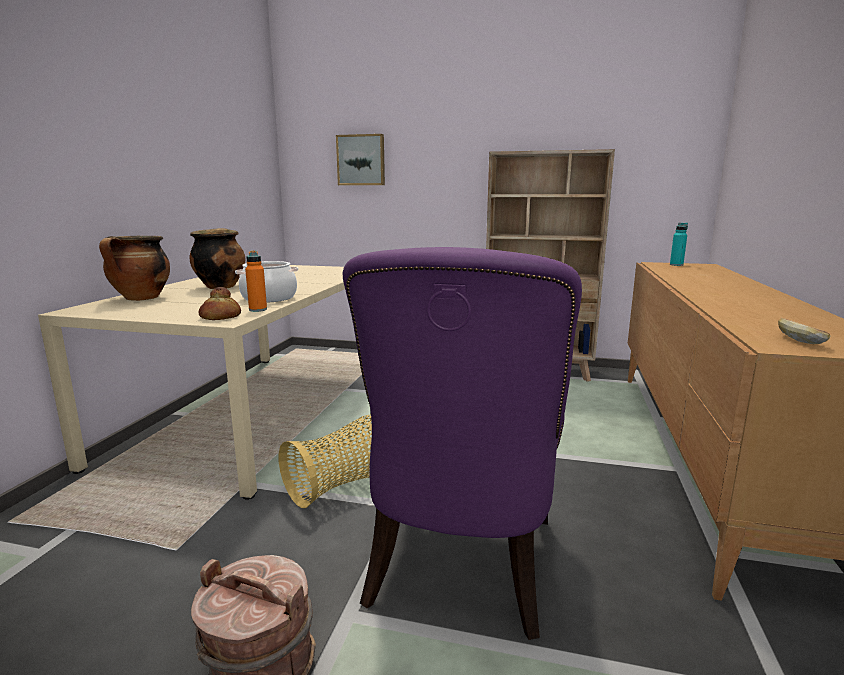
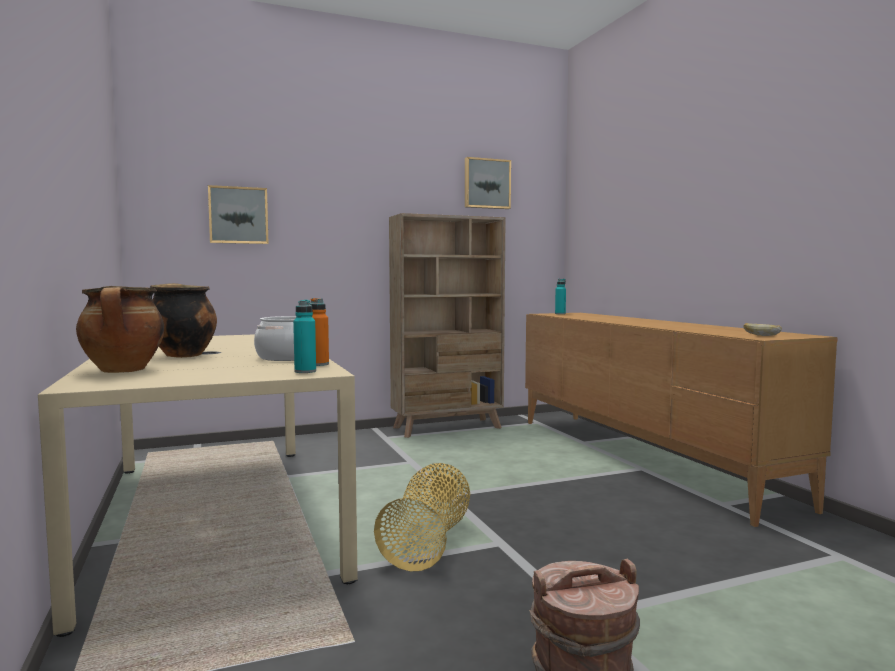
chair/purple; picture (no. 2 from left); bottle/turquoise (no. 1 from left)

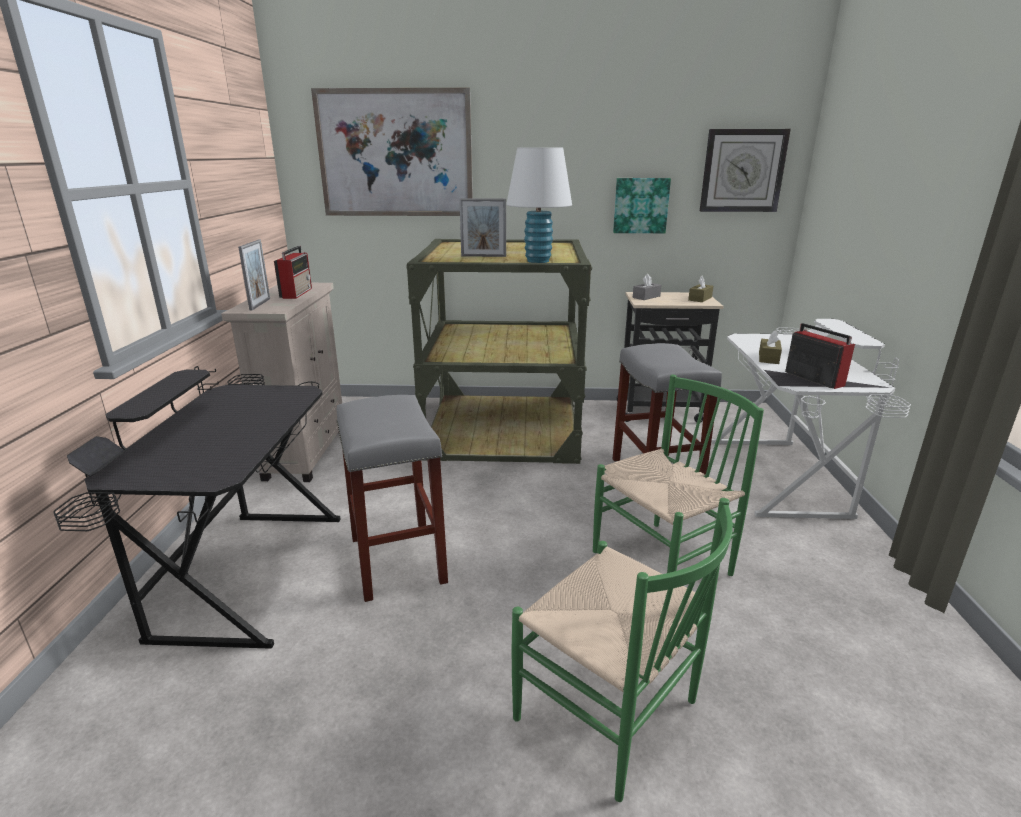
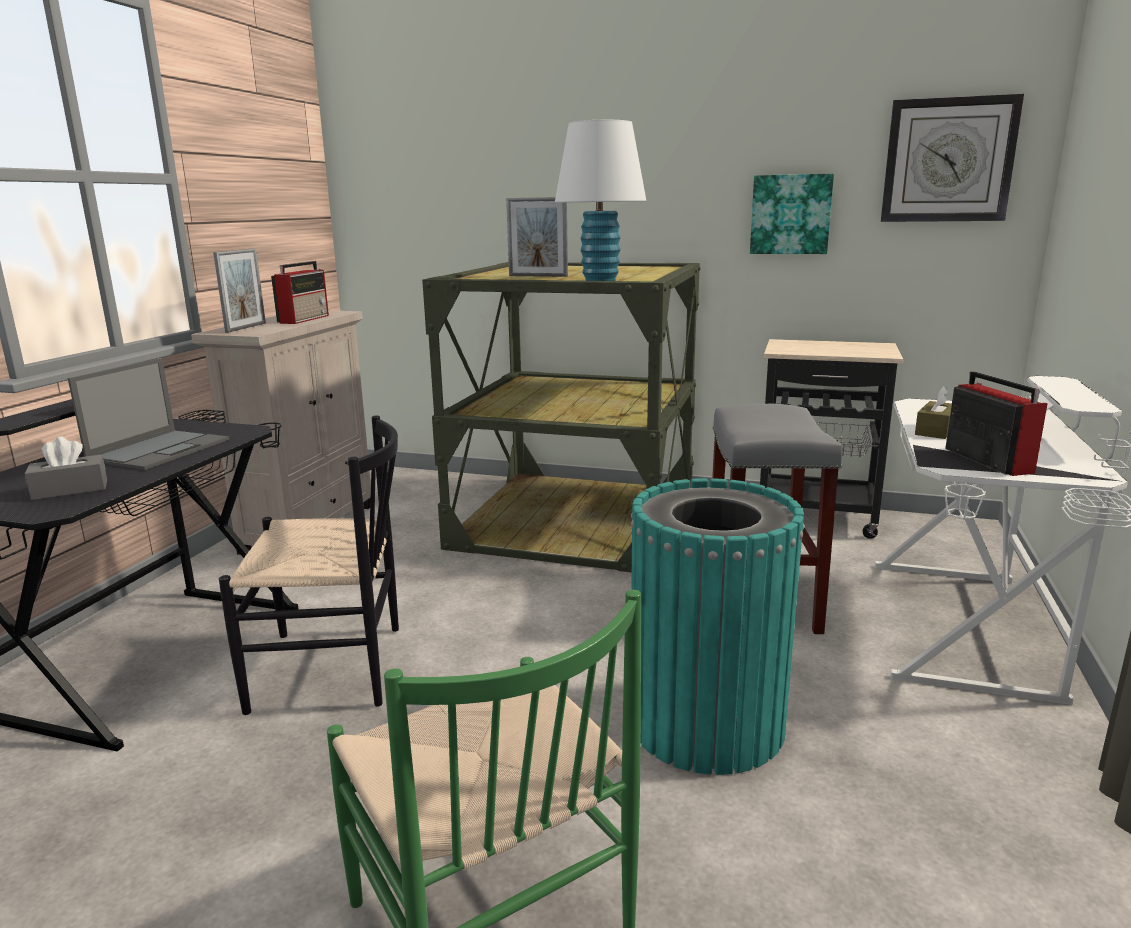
picture (no. 1 from left in the first image); tissue box/brown (no. 1 from left in the first image); laptop; tissue box/grey; chair/black; trash can/turquoise

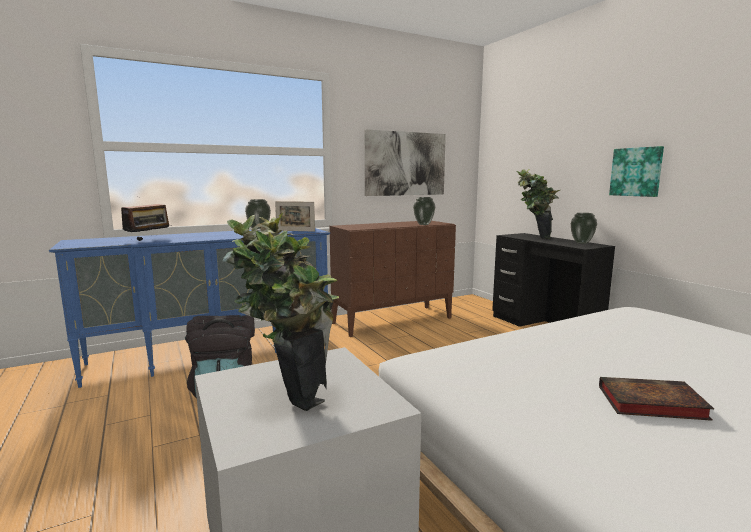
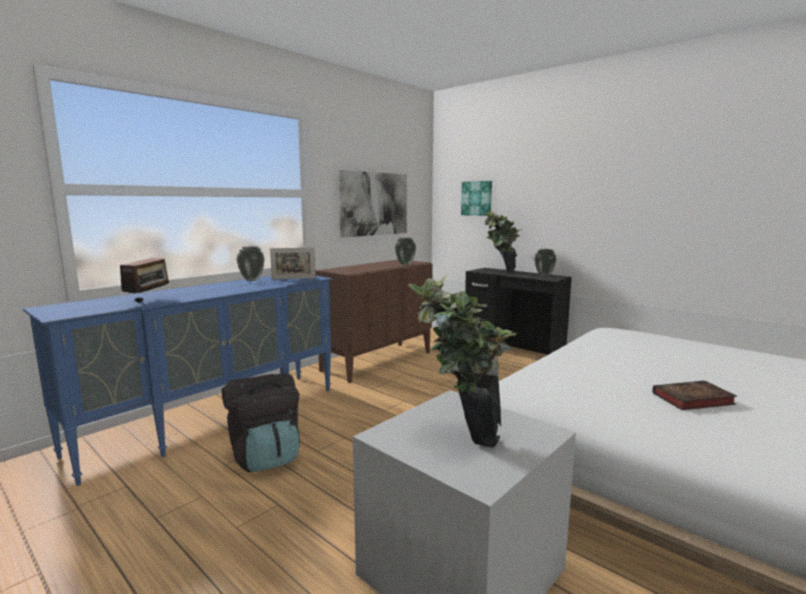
picture (no. 2 from left)

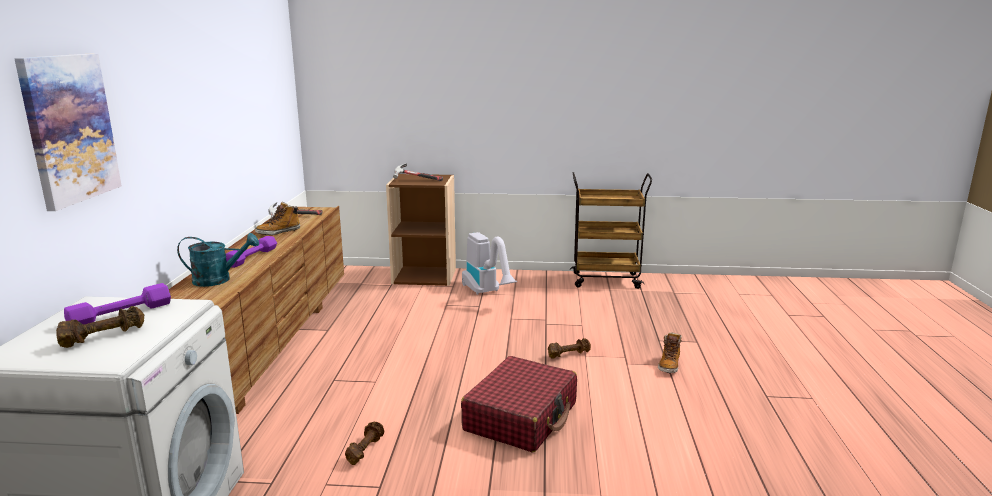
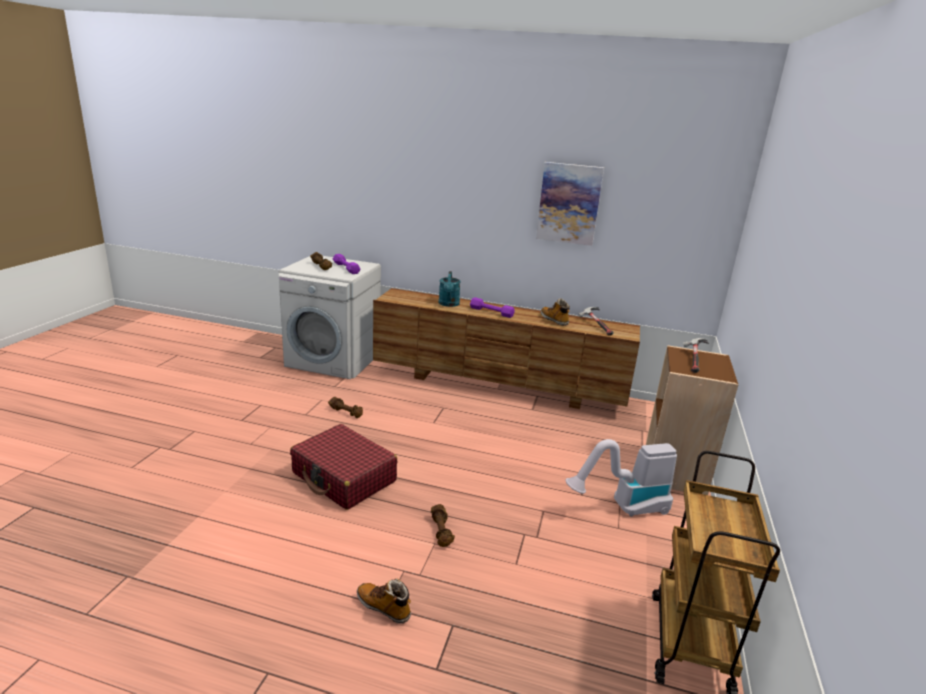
picture

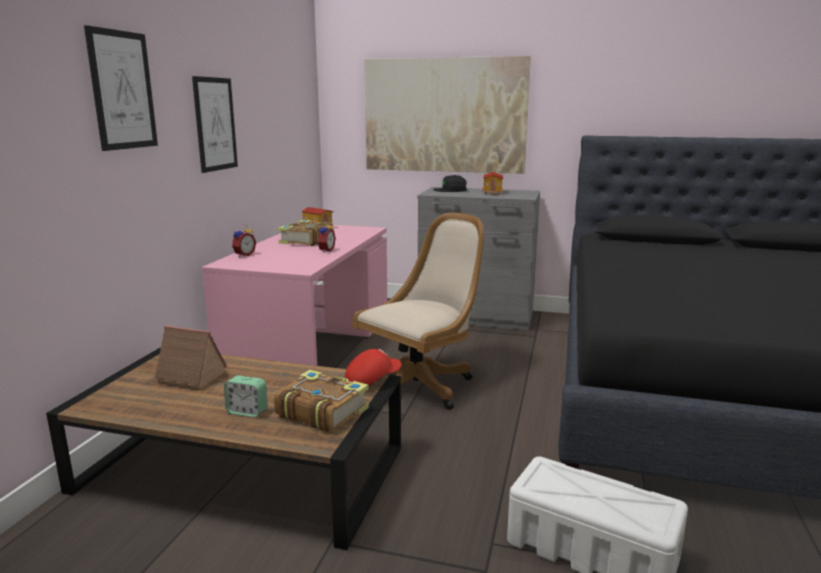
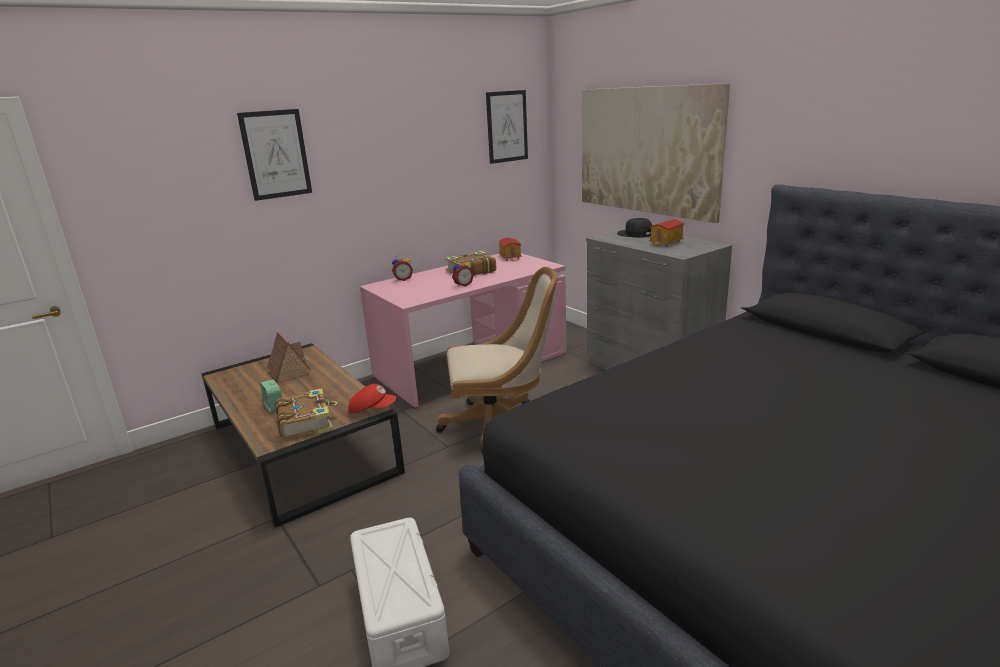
picture (no. 2 from left)

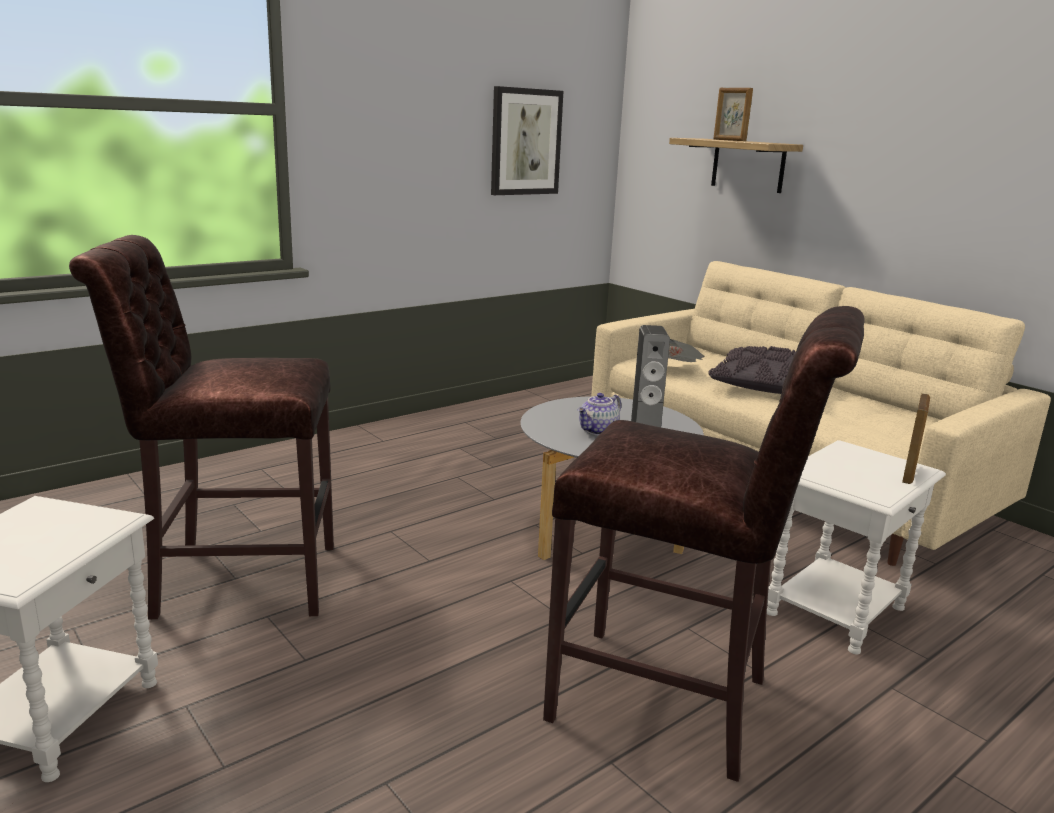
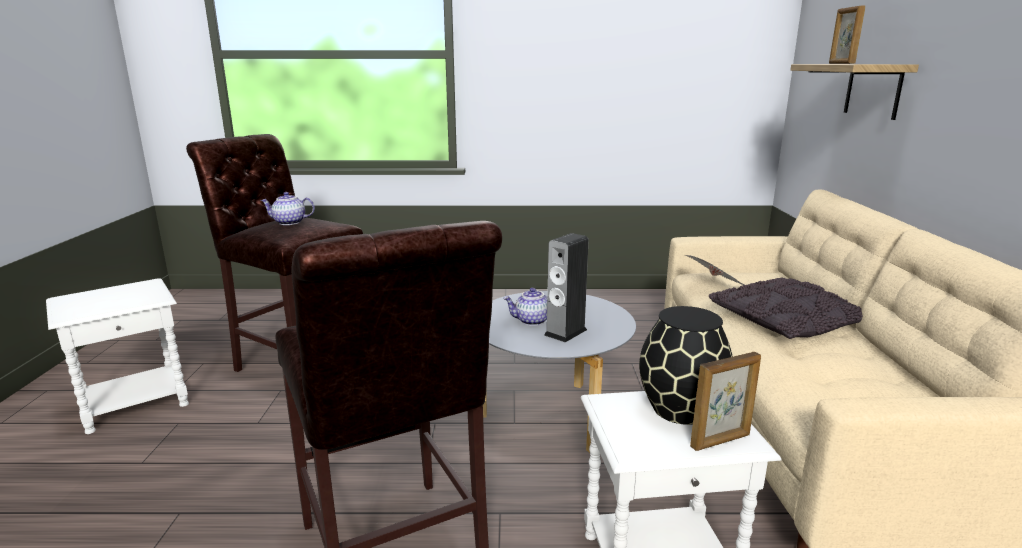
picture; teapot (no. 1 from left); vase/black

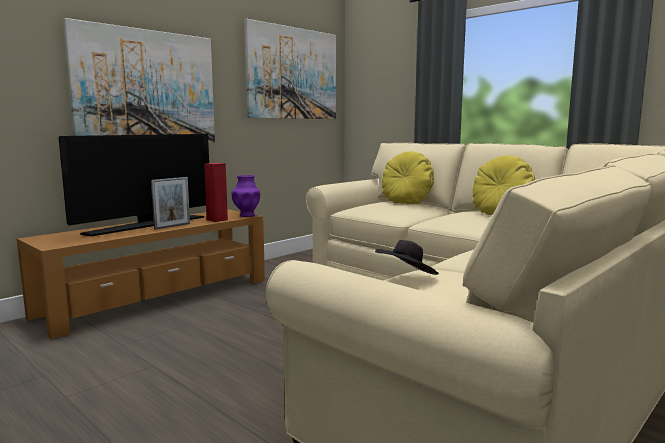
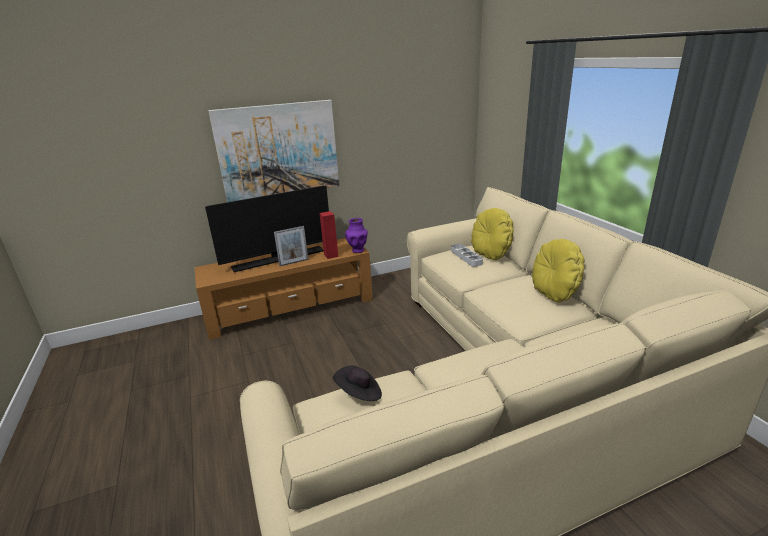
picture (no. 2 from left in the first image); tray/grey

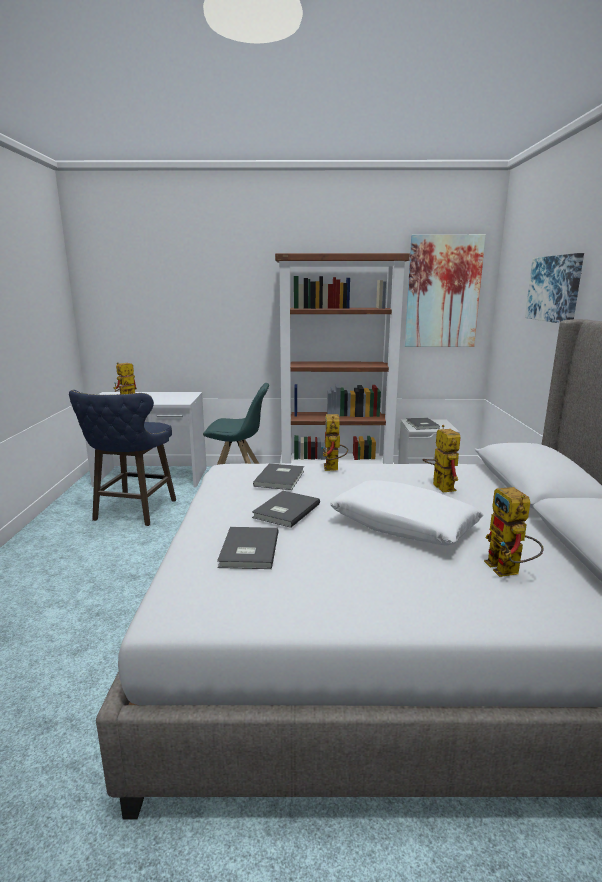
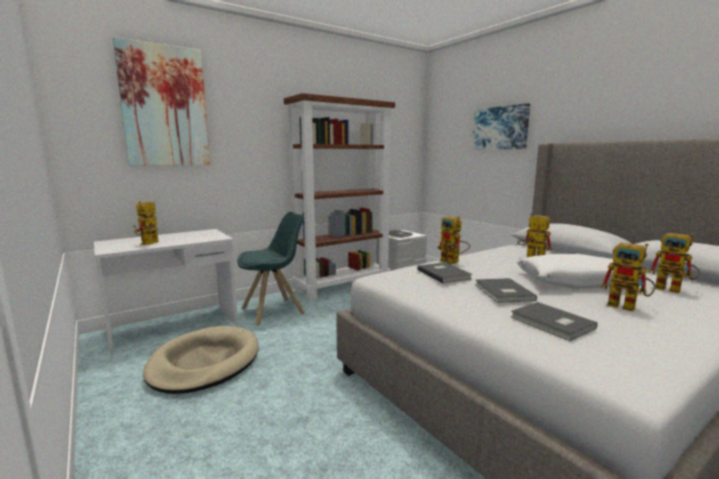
toy robot (no. 4 from left); picture (no. 1 from left); dog bed/beige

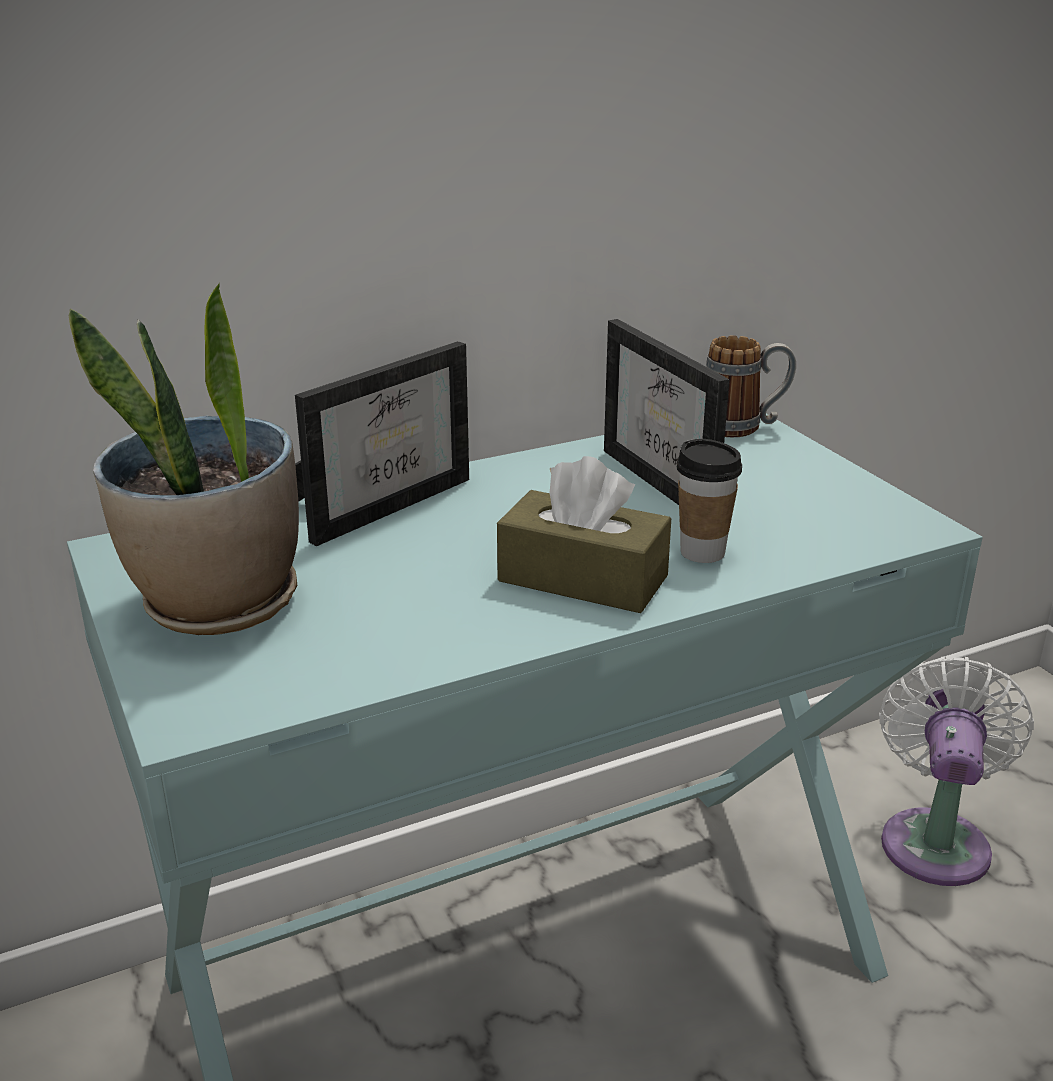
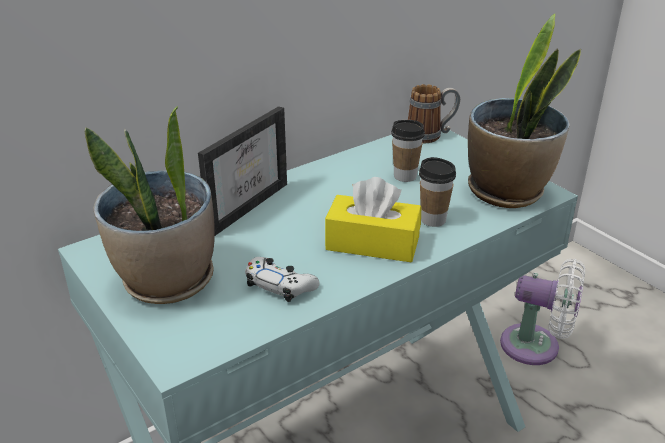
game controller/white; potted plant (no. 2 from left); cup (no. 1 from left); tissue box/yellow; fan/white

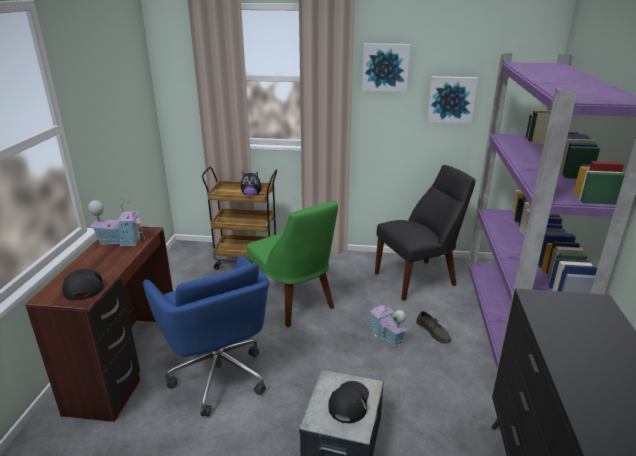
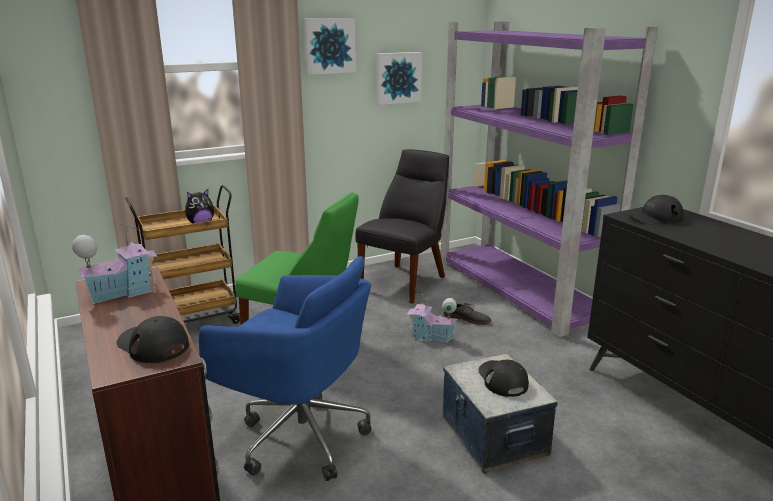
cap/black (no. 3 from left)

